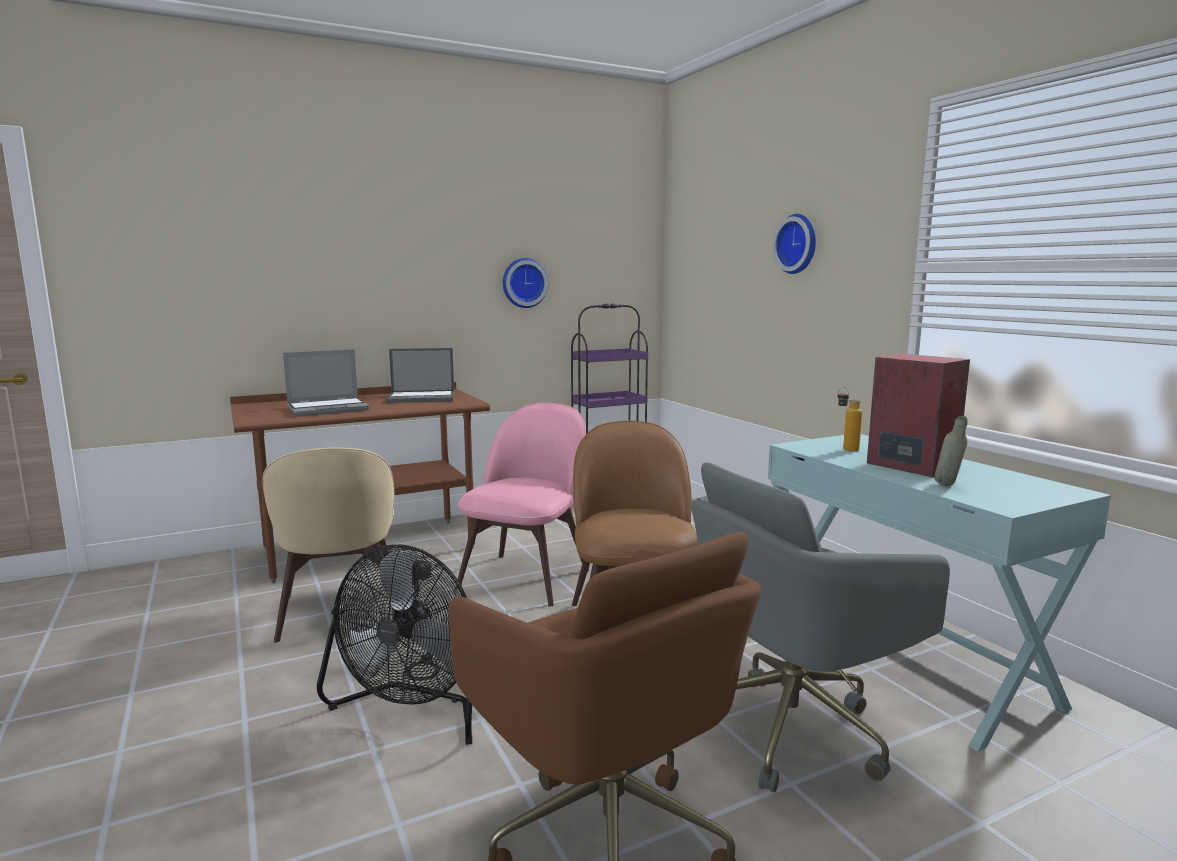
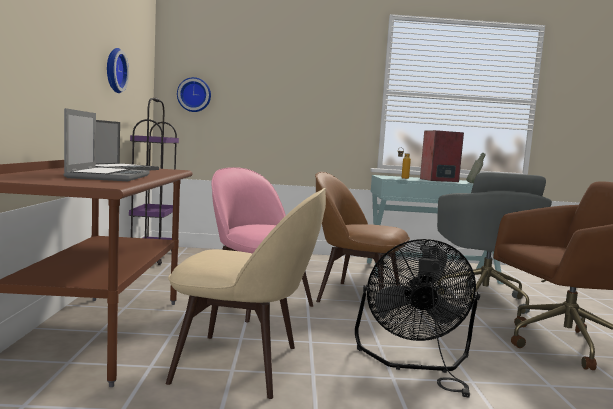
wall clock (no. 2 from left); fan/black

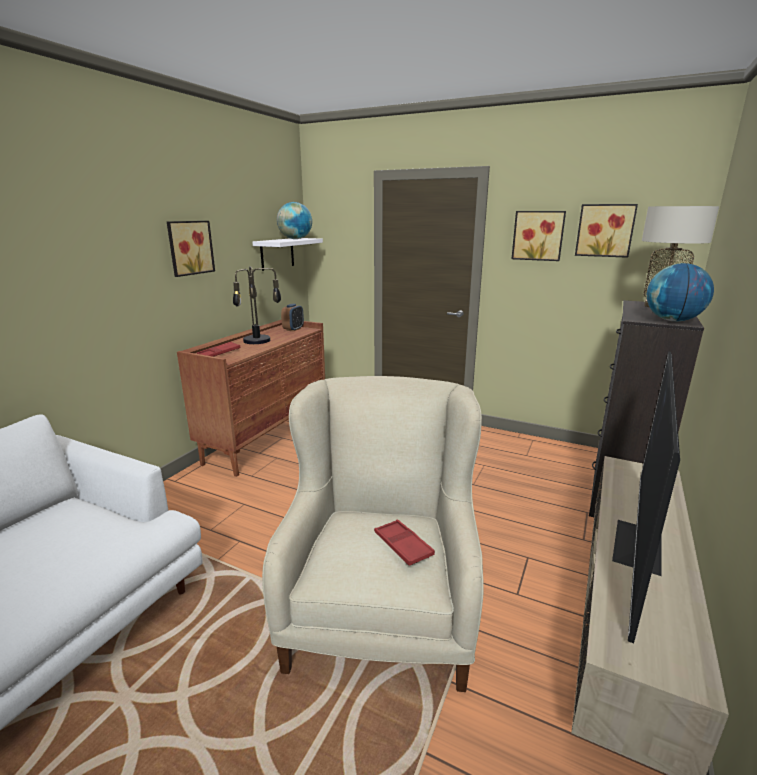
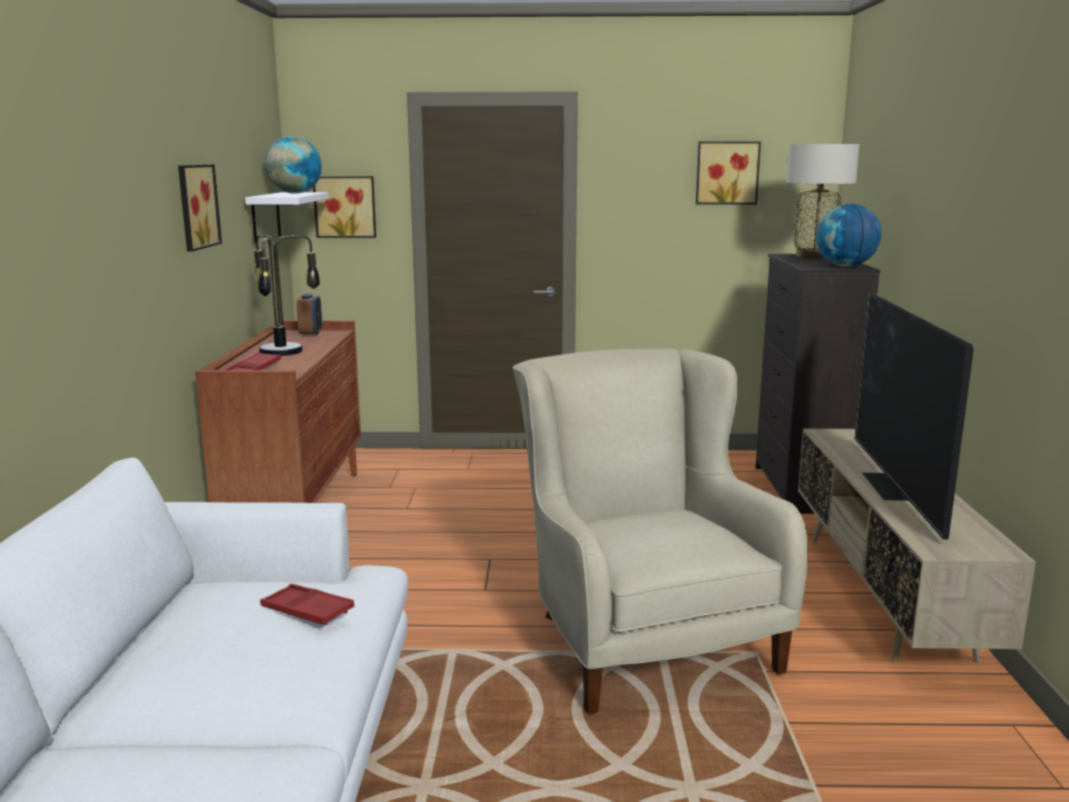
tray/red (no. 2 from left); picture (no. 2 from left)

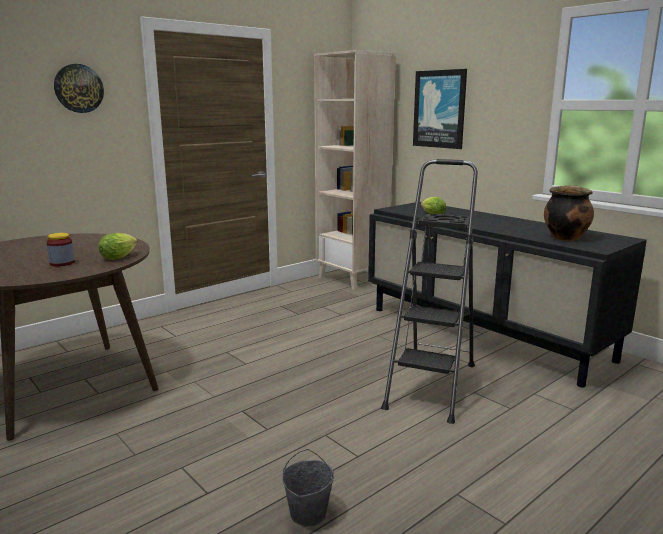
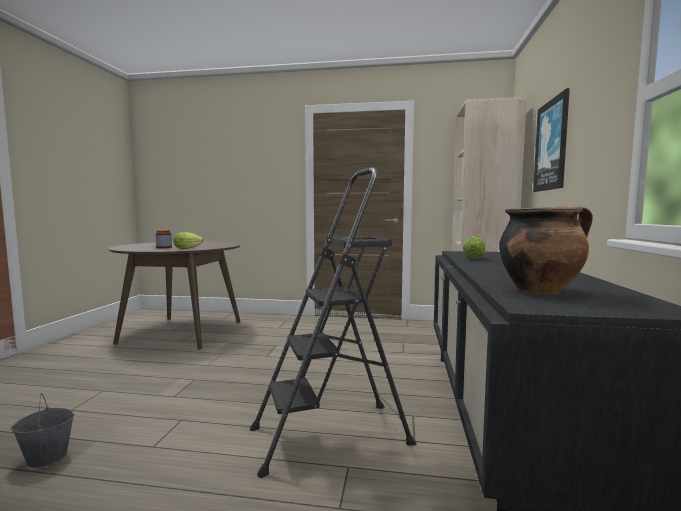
wall clock

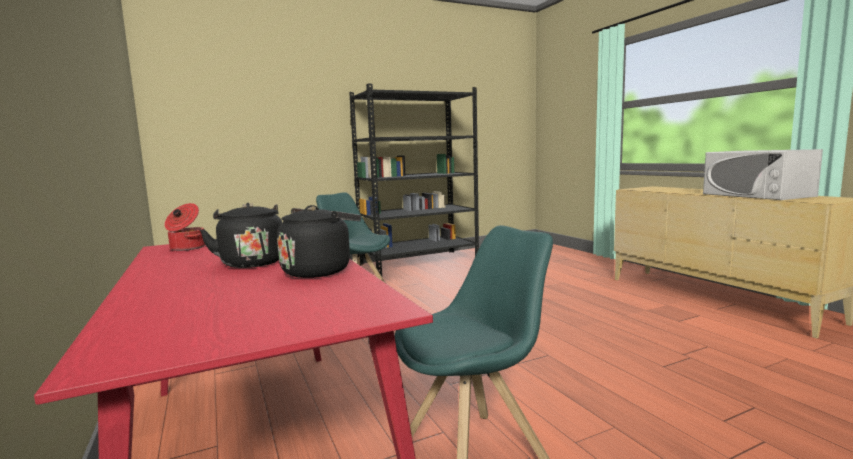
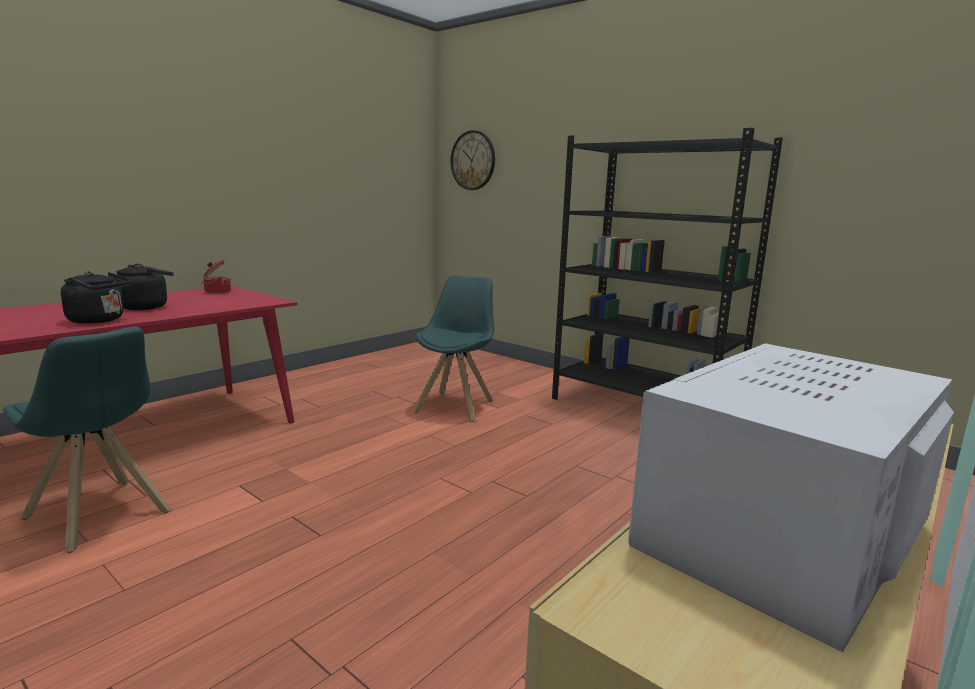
wall clock

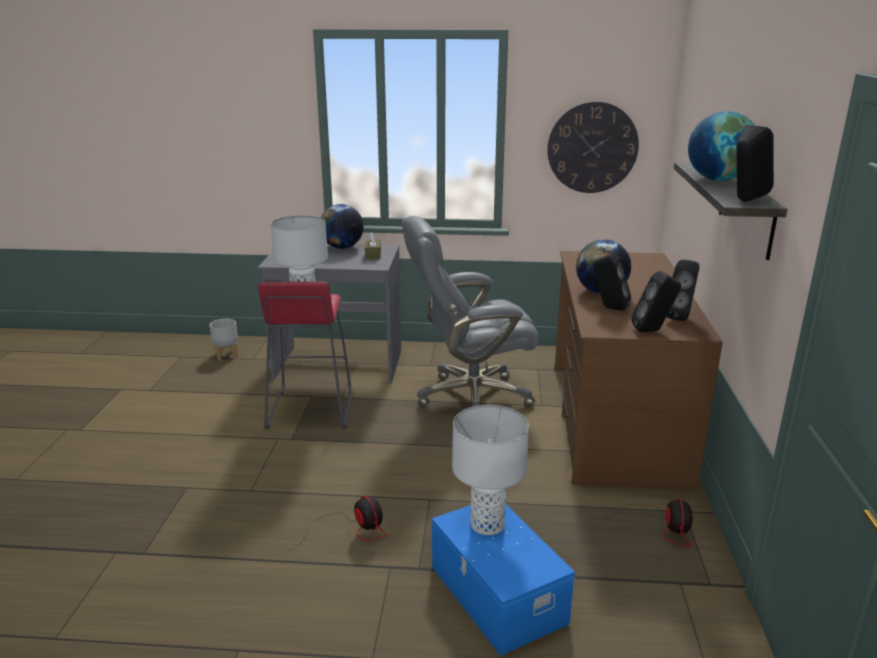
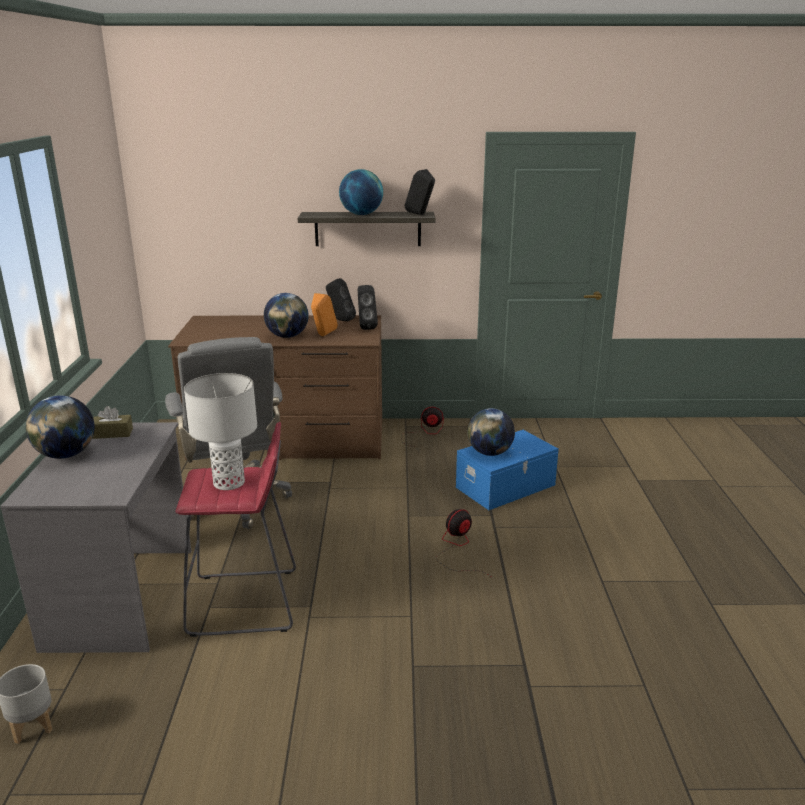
wall clock; globe (no. 4 from left); speaker/orange

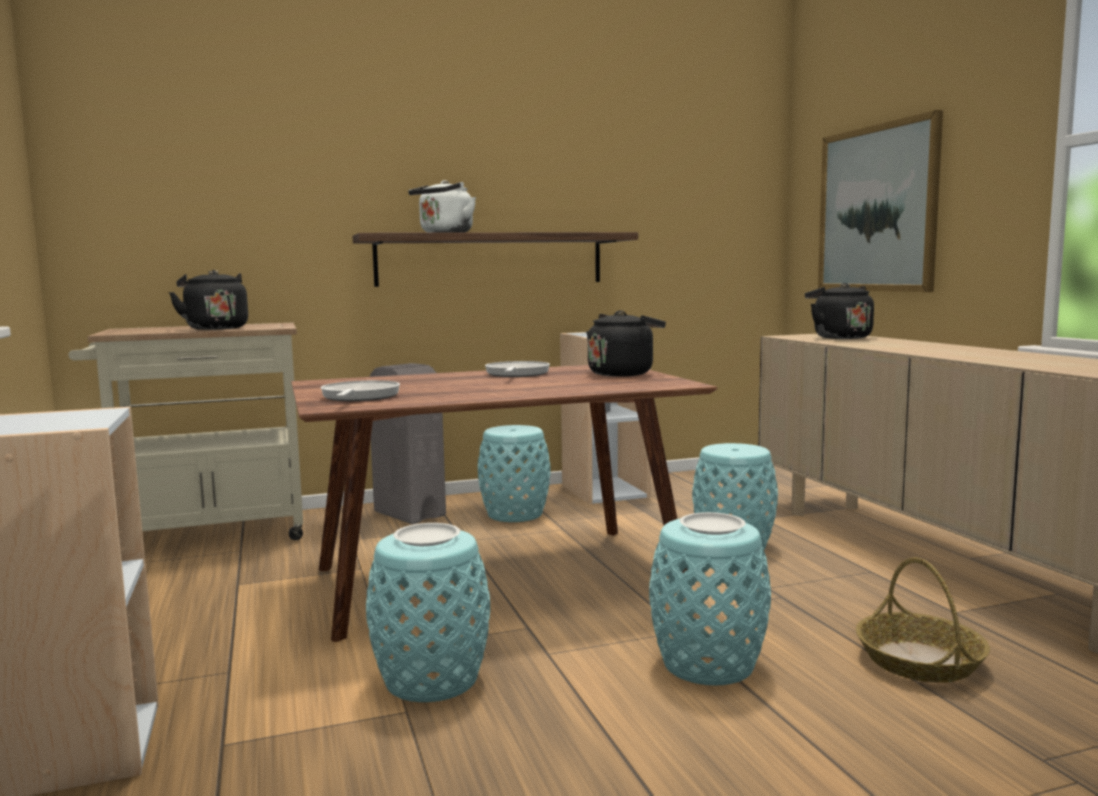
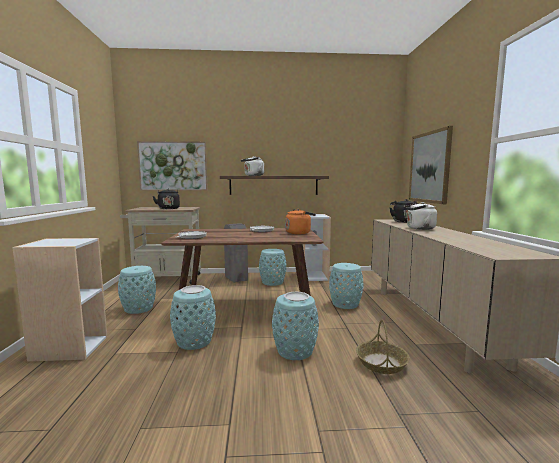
stool/turquoise (no. 1 from left); picture (no. 1 from left); kettle/white (no. 2 from left); kettle/orange

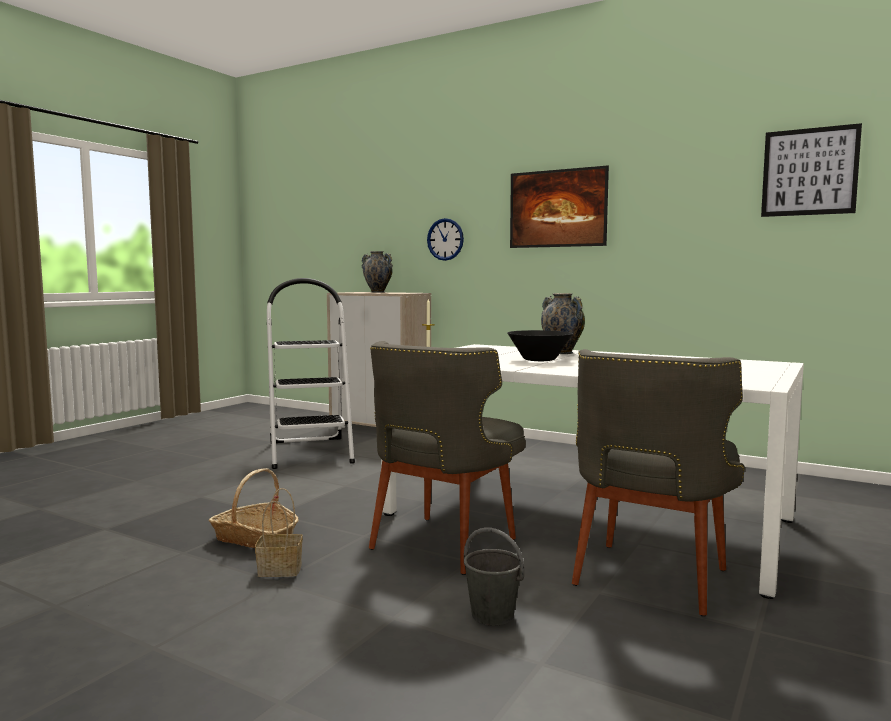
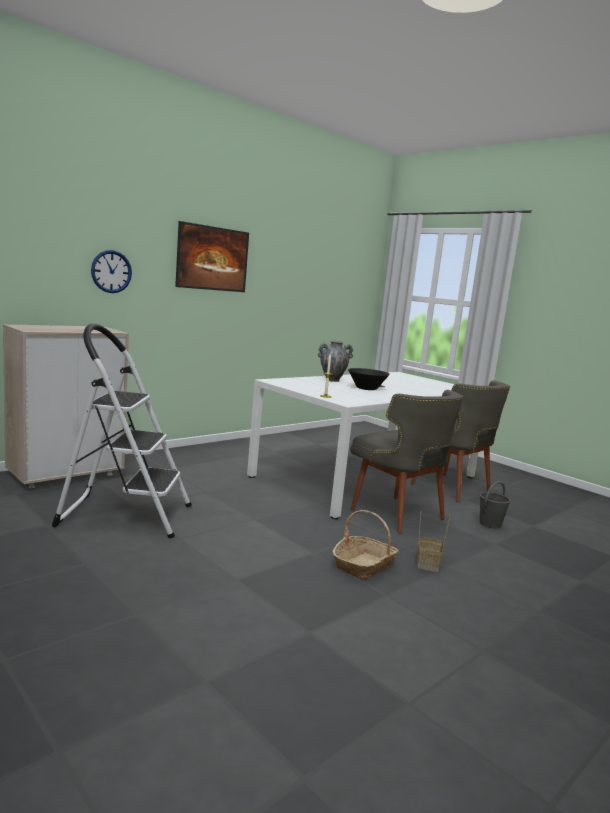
vase (no. 1 from left in the first image); picture (no. 2 from left in the first image)

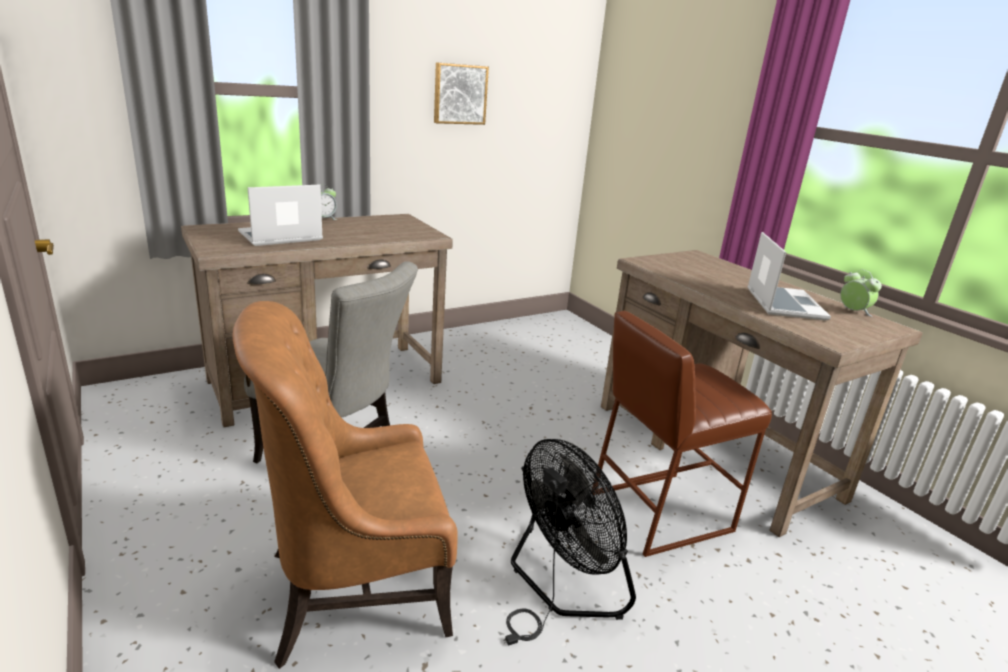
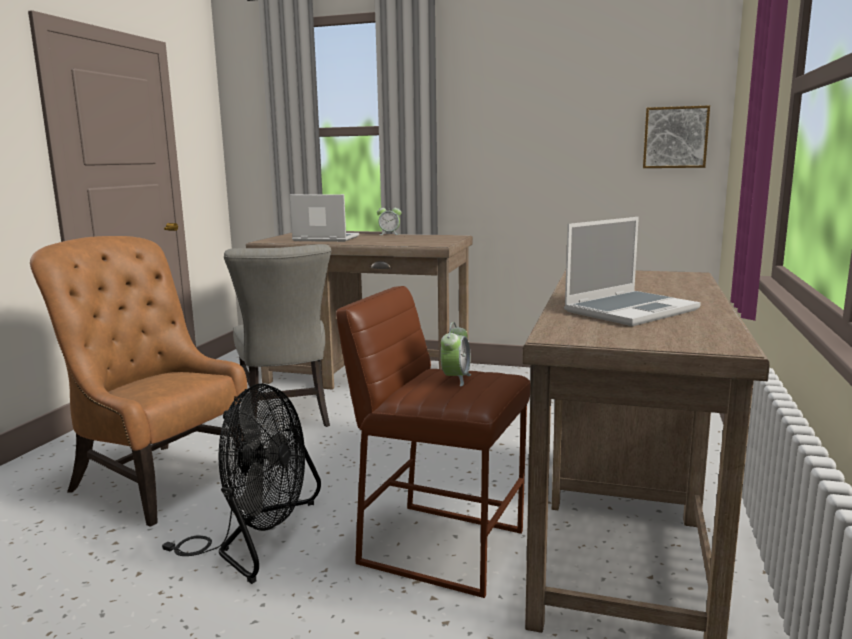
picture; alarm clock (no. 2 from left)

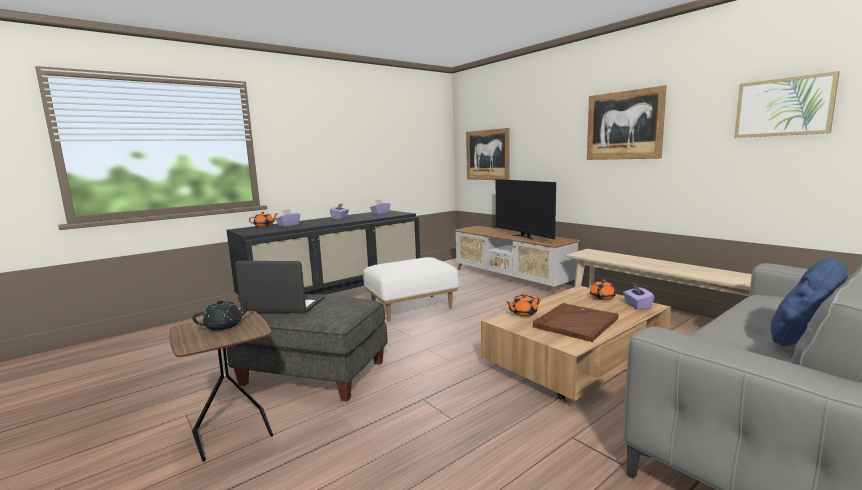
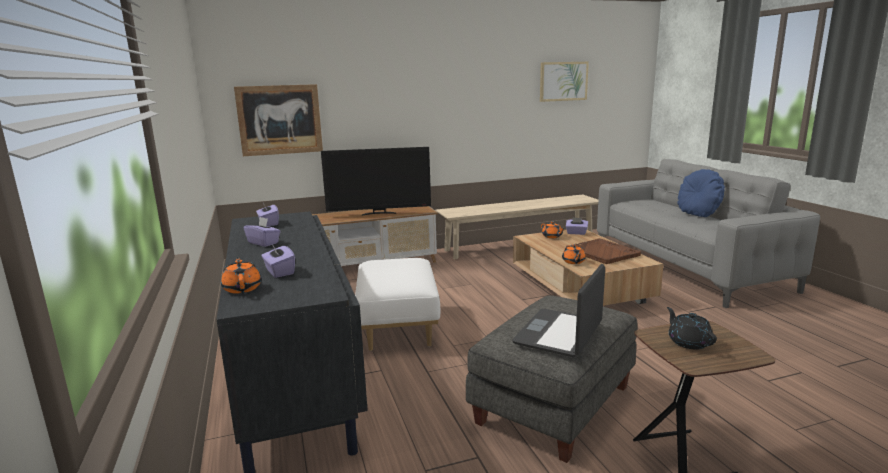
picture (no. 2 from left in the first image)

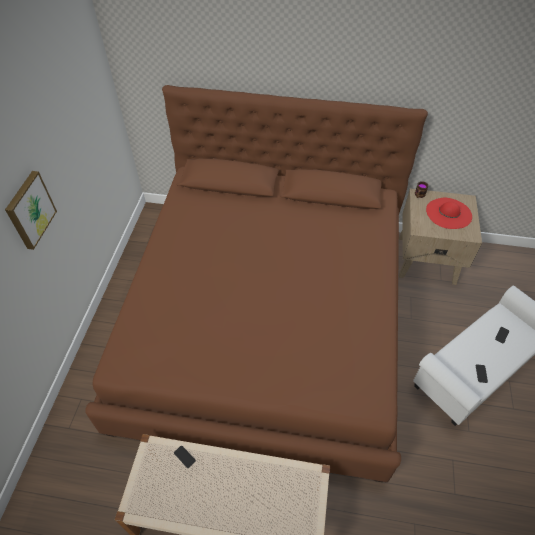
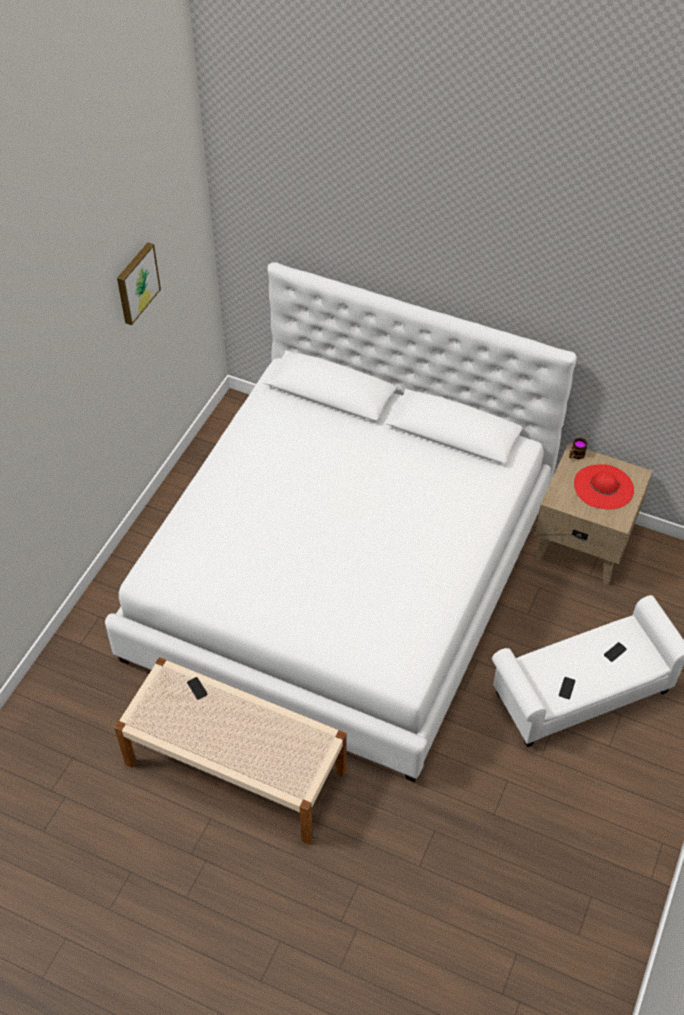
picture; bed/white

